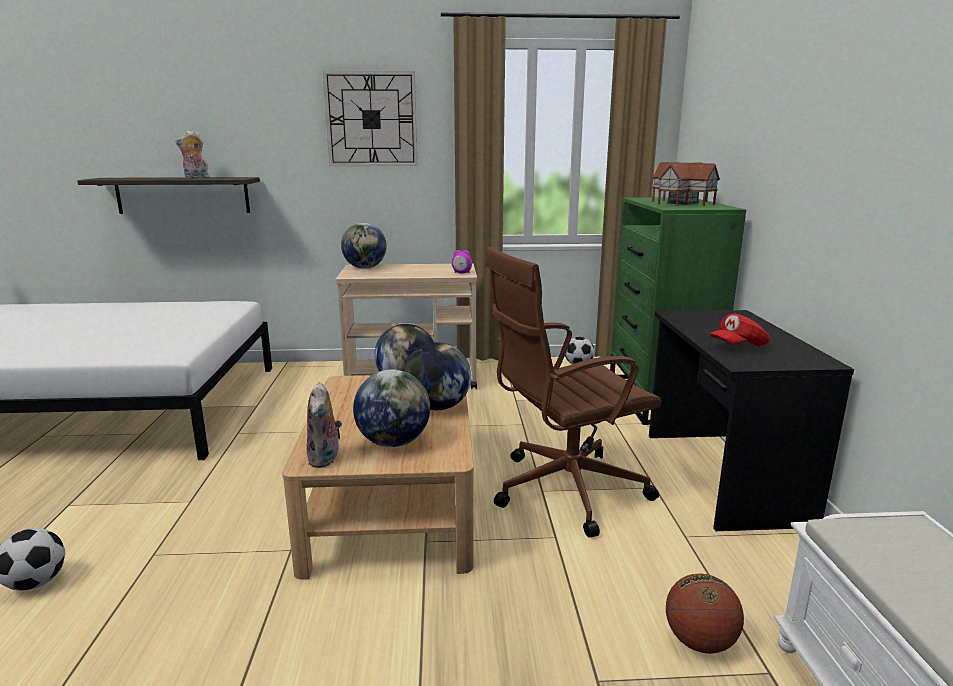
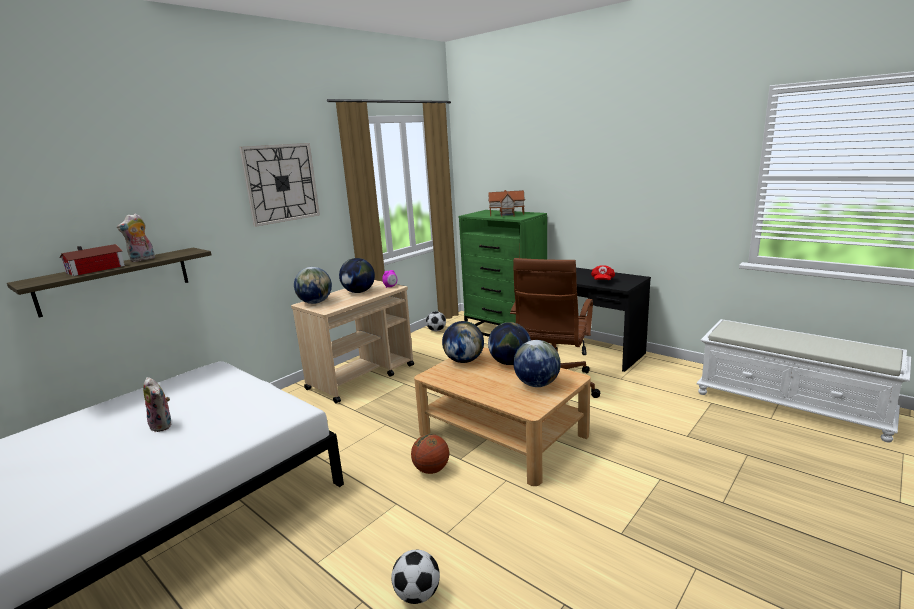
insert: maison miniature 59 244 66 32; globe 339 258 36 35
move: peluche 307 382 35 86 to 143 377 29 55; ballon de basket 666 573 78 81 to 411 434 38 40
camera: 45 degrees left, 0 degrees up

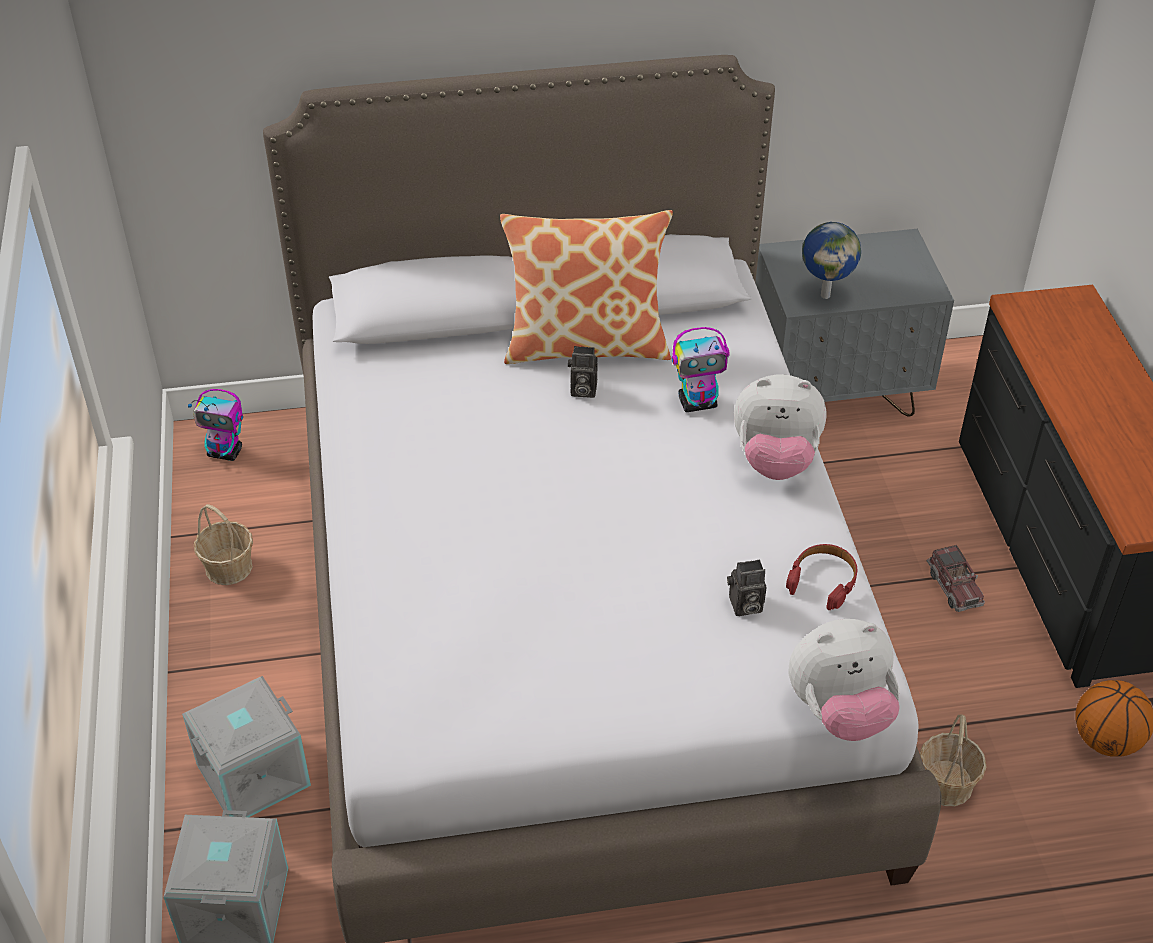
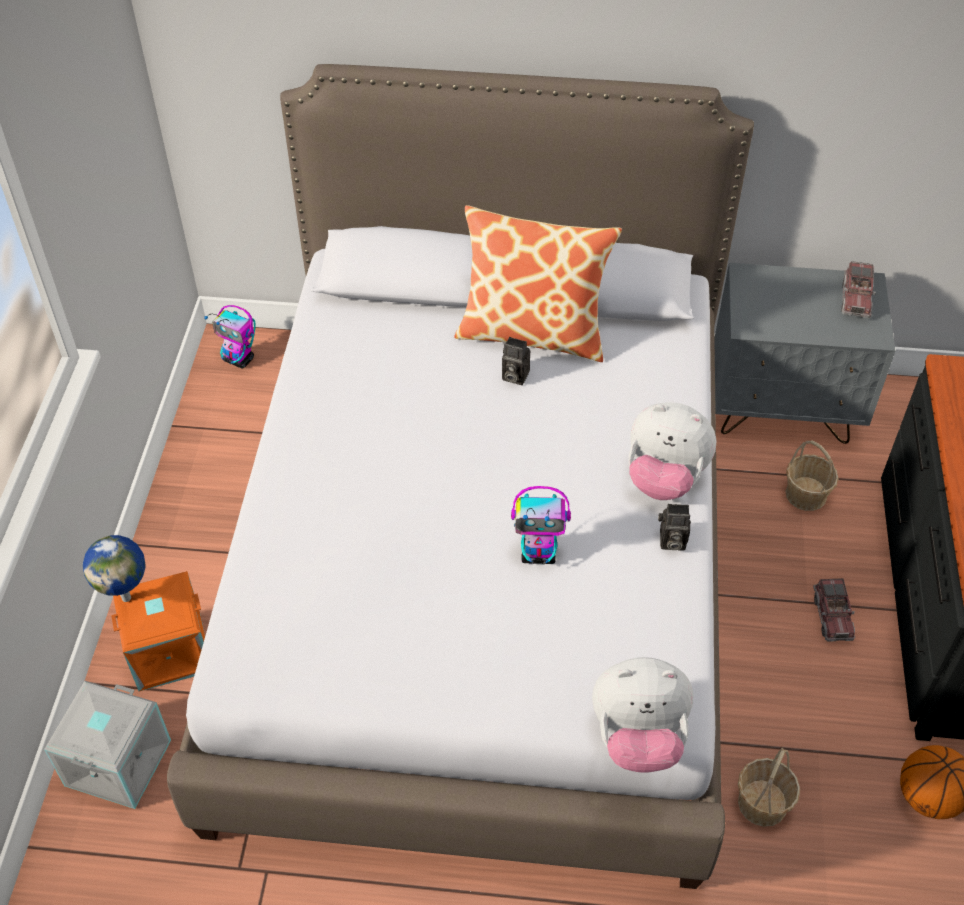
delete: casque audio (rouge) 786 544 71 66
insert: camion jouet 841 261 35 57
move: panier 194 504 59 81 to 785 440 54 71; robot jouet 672 327 58 85 to 511 486 60 79; appareil photo 727 559 39 57 to 658 504 33 47; globe 802 222 59 77 to 83 535 63 67
recolor: boîte de rangement (gris) 182 676 129 141 to boîte de rangement (orange) 111 571 94 120
camera: 15 degrees right, 5 degrees up

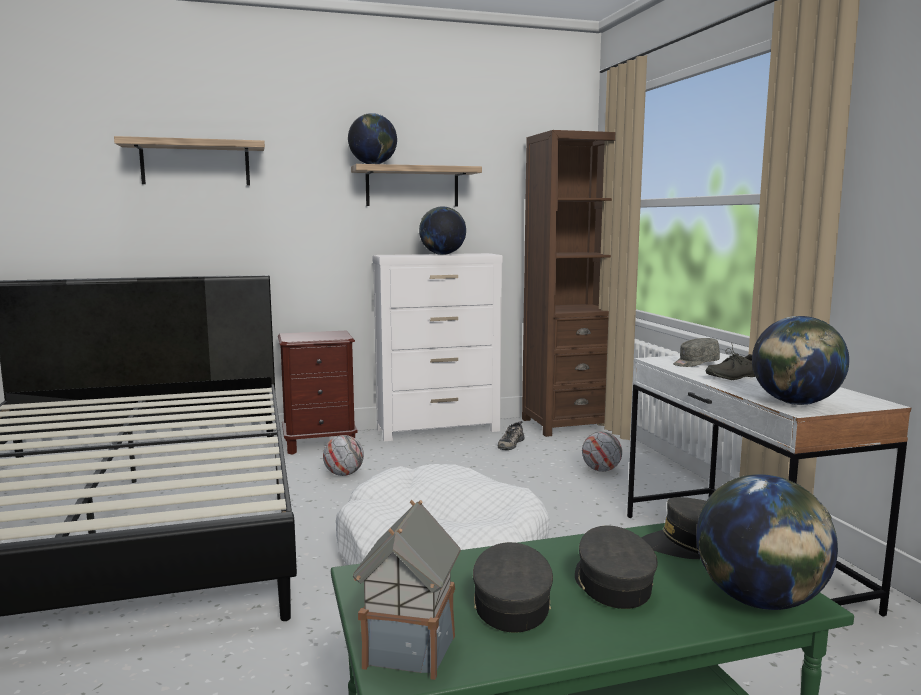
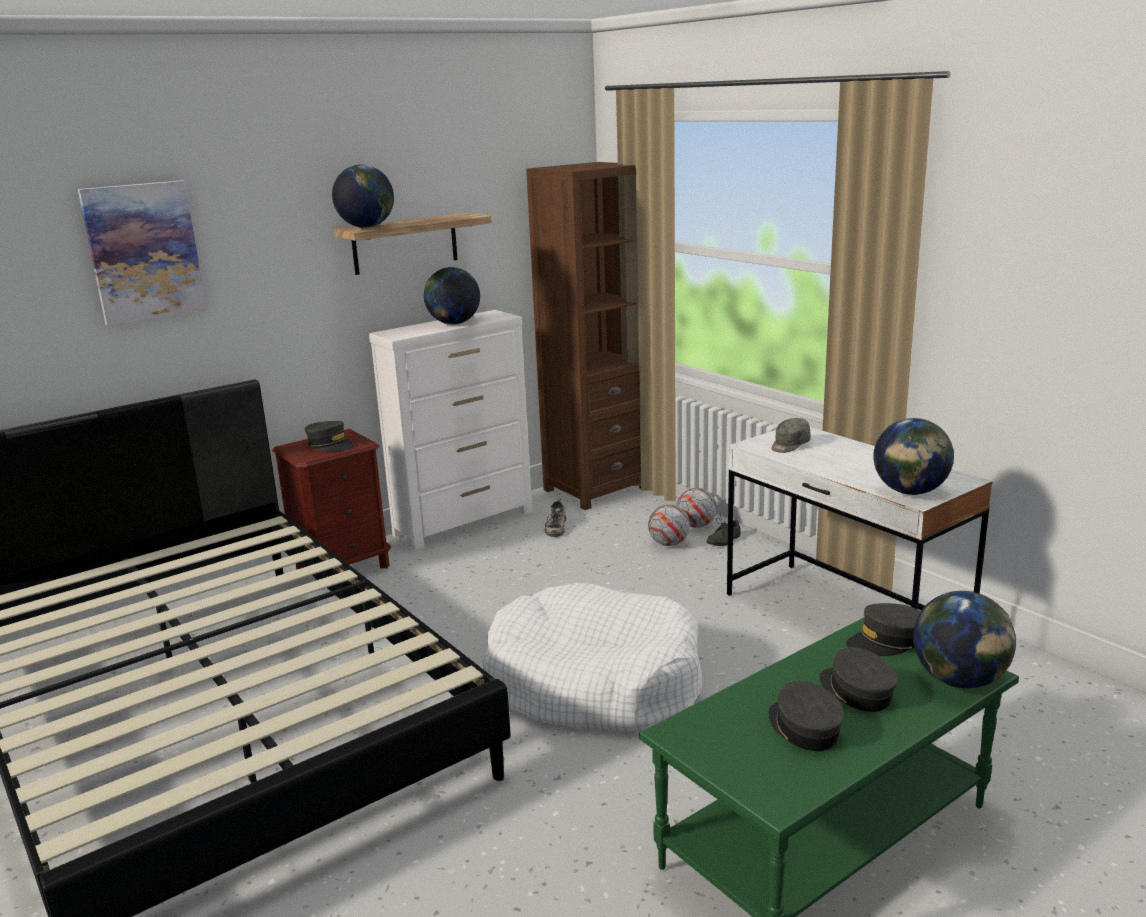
delete: maison miniature 353 500 108 180
insert: casquette (gris) 305 421 49 30
move: ballon de foot 323 435 41 41 to 677 488 40 40; chaussure (gris) 706 345 50 35 to 706 515 35 31
replace: étagère 114 136 151 50 to tableau 78 180 129 145
camera: 20 degrees left, 10 degrees up

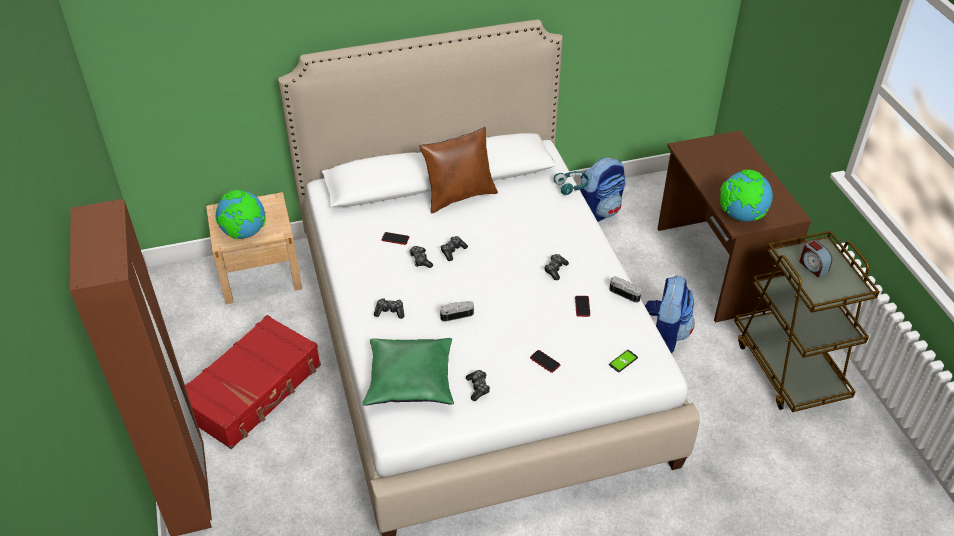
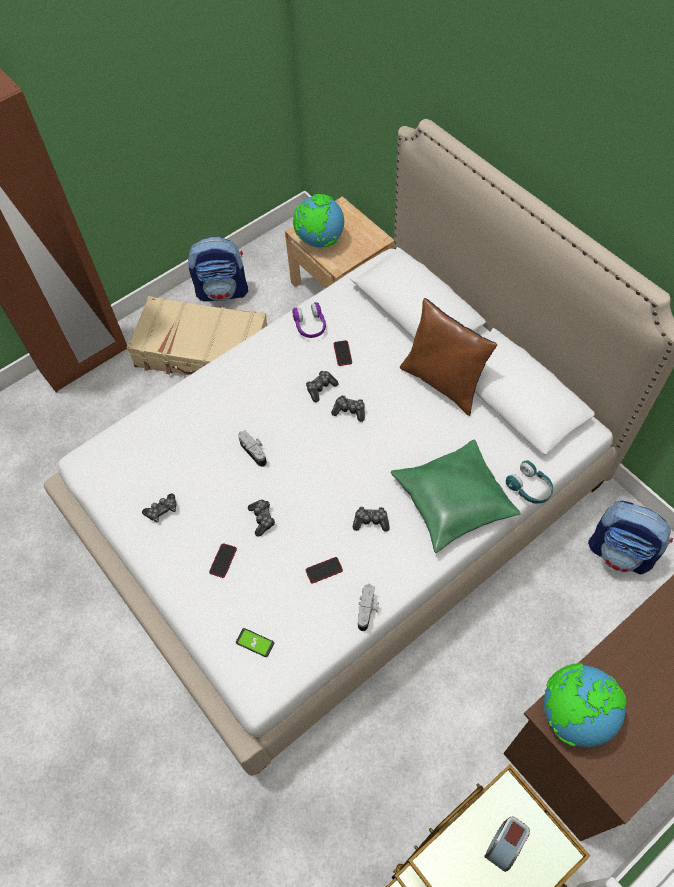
insert: casque audio (violet) 292 302 34 36
move: coussin (vert) 363 338 91 68 to 391 440 130 113; manette 374 298 30 21 to 248 500 27 36; sac à dos 645 275 50 78 to 188 237 60 65
recolor: valise (rouge) 185 315 136 134 to valise (beige) 127 296 140 79
camera: 70 degrees right, 15 degrees up

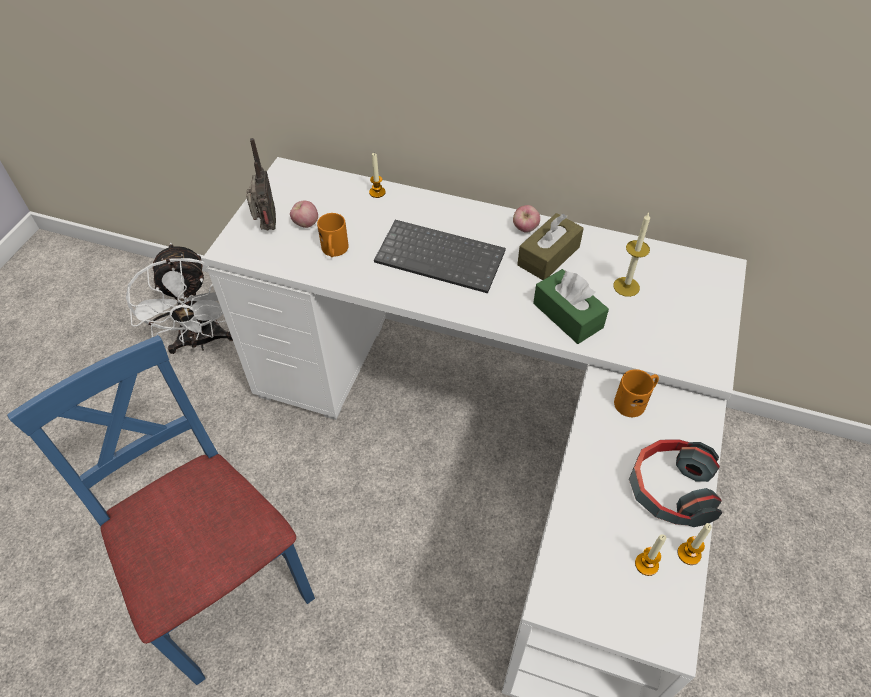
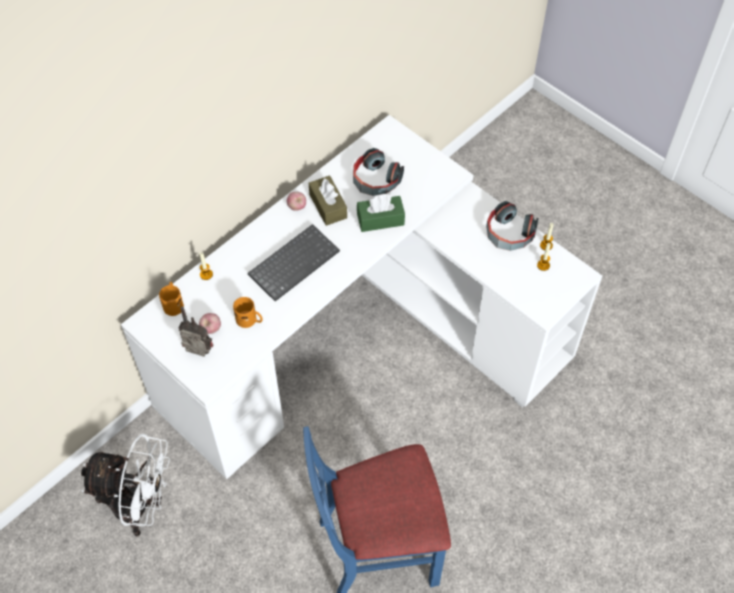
move: mug (orange) 614 369 45 48 to 159 282 25 34
replace: bougie 613 213 37 84 to casque audio 353 148 51 48
camera: 65 degrees left, 5 degrees up

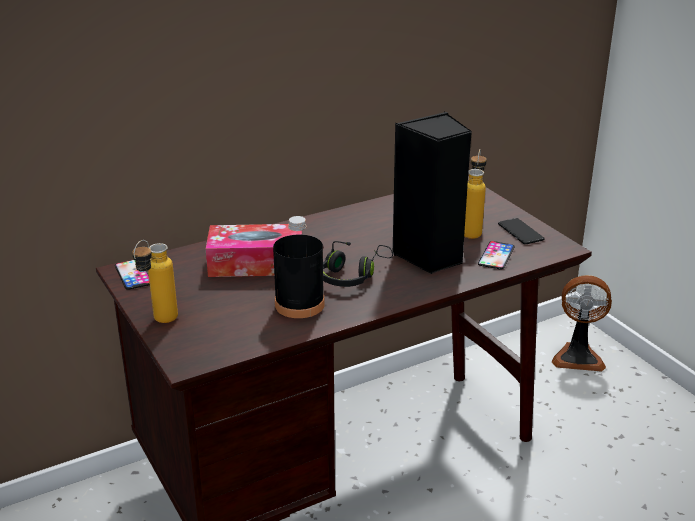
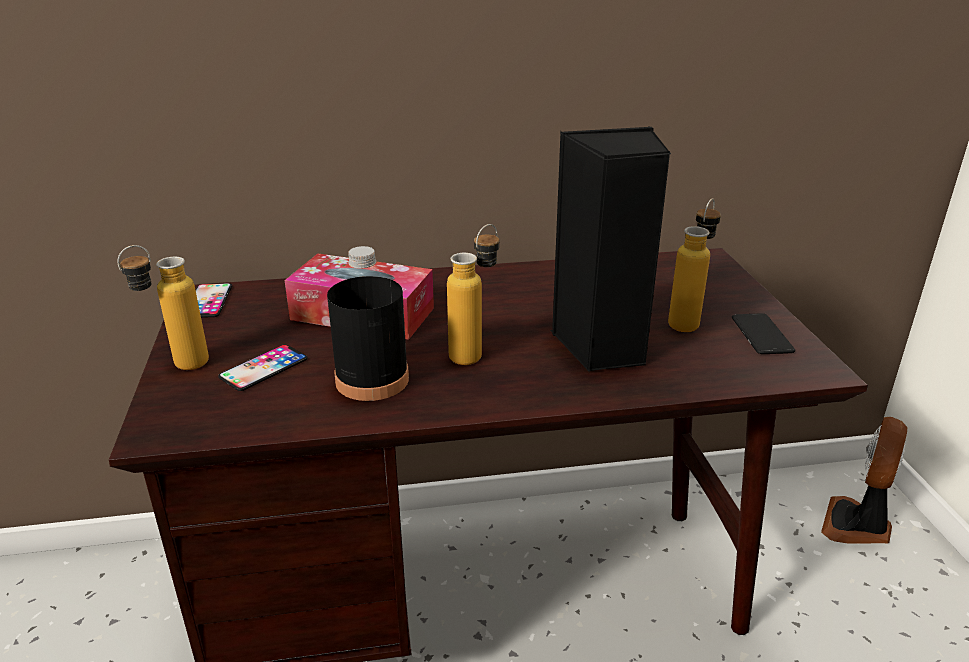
move: téléphone 478 241 36 29 to 218 345 90 46
replace: casque audio (noir) 323 241 70 46 to bouteille 447 224 52 141
rotate: ventilateur 552 275 60 97 = 821 417 87 127 90 degrees clockwise
camera: 20 degrees right, 0 degrees up

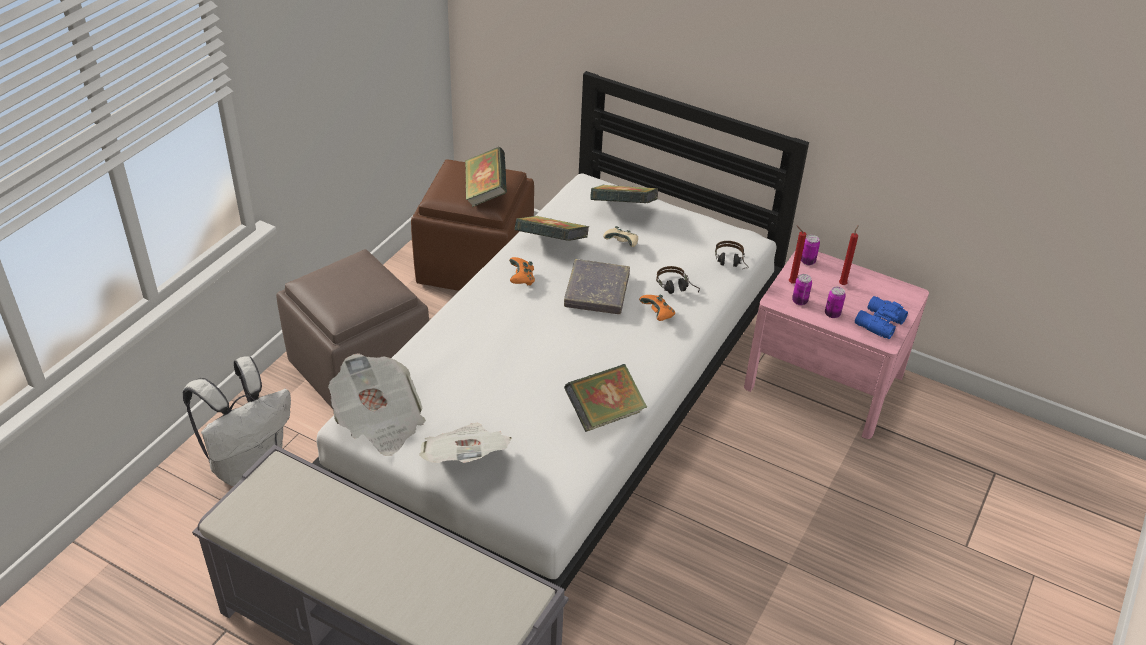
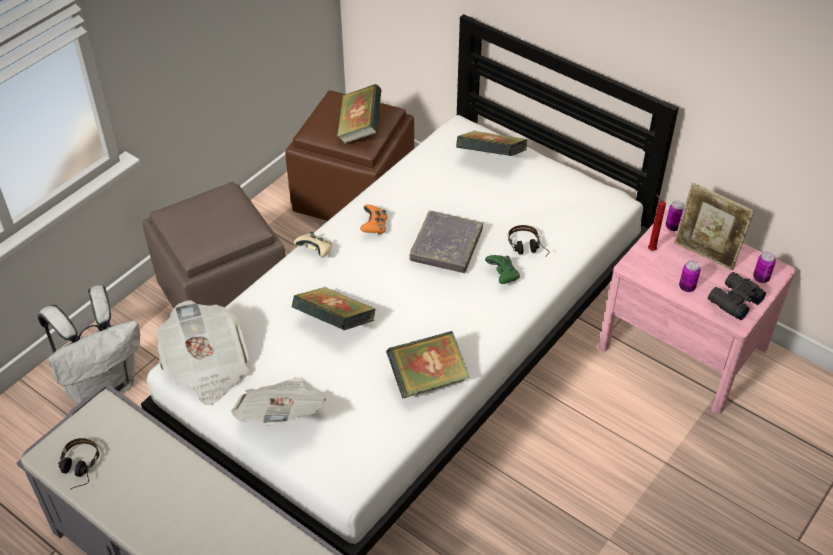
move: livre 515 216 74 25 to 292 287 84 43; manette (beige) 603 226 35 21 to 294 232 39 25; casque audio 715 241 34 28 to 58 438 41 51; boîte métallique 792 274 20 31 to 753 252 23 31
replace: bougie (rouge) 839 225 20 60 to cadre photo 674 183 80 87
recolor: manette (orange) 639 294 36 27 to manette (vert) 485 255 35 29; jumelles (bleu) 855 296 53 43 to jumelles (noir) 708 272 58 48
camera: 10 degrees right, 5 degrees up

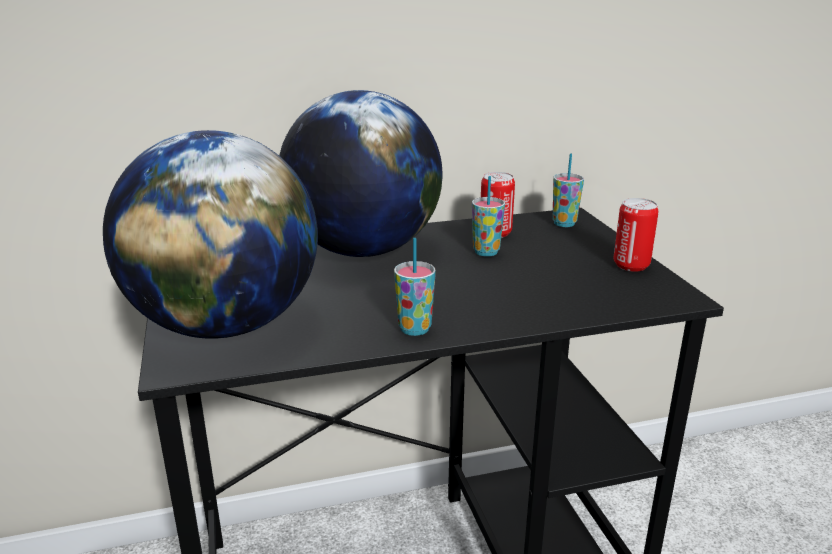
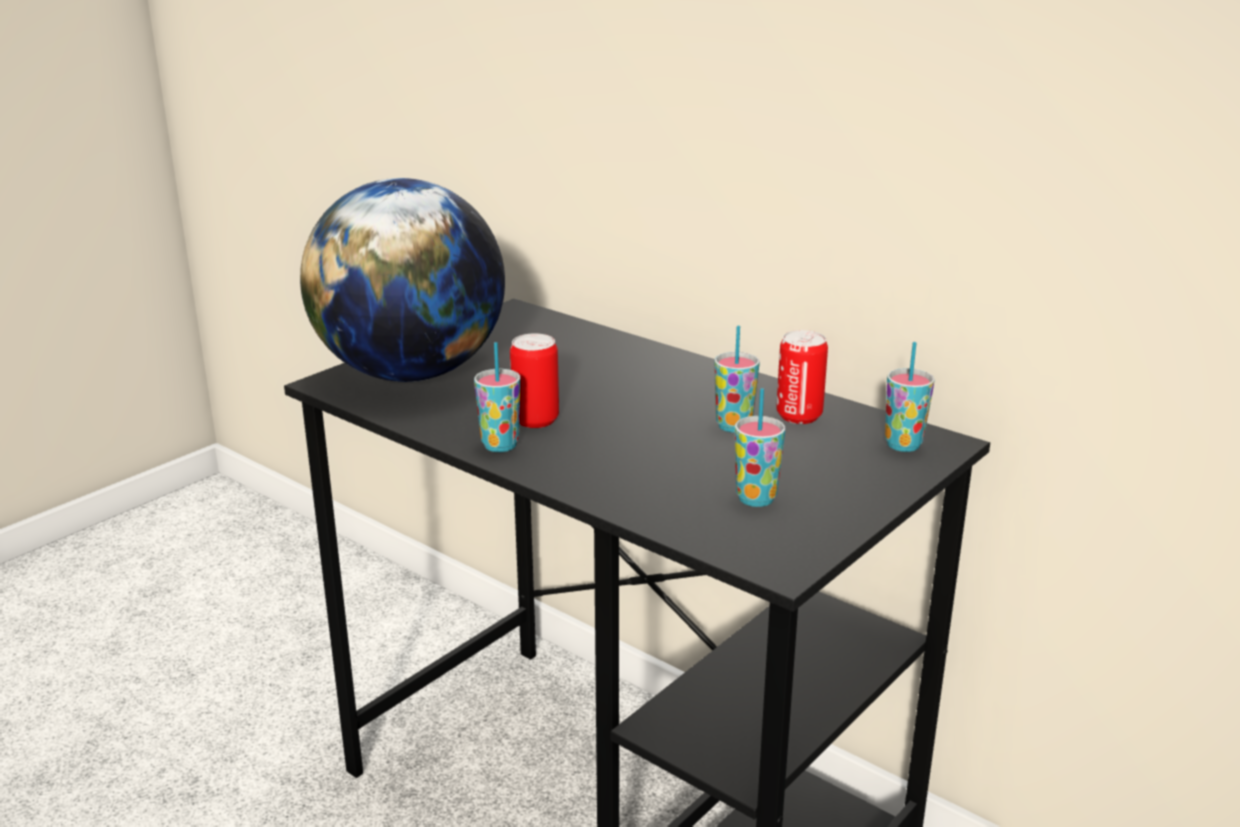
delete: globe 279 90 164 167
insert: tasse 735 388 50 119
move: boîte métallique 614 198 44 74 to 510 333 49 95
camera: 55 degrees right, 0 degrees up

